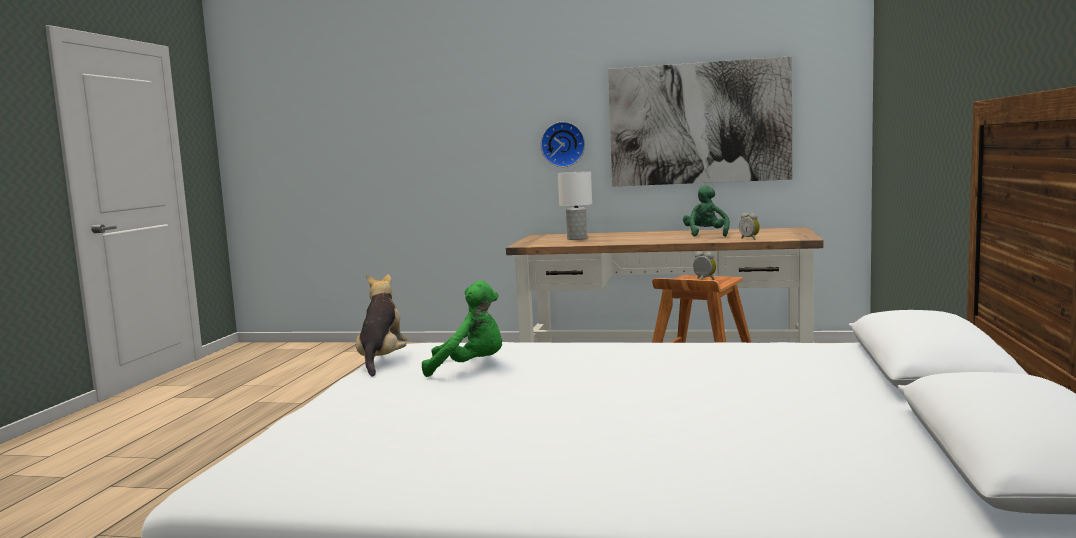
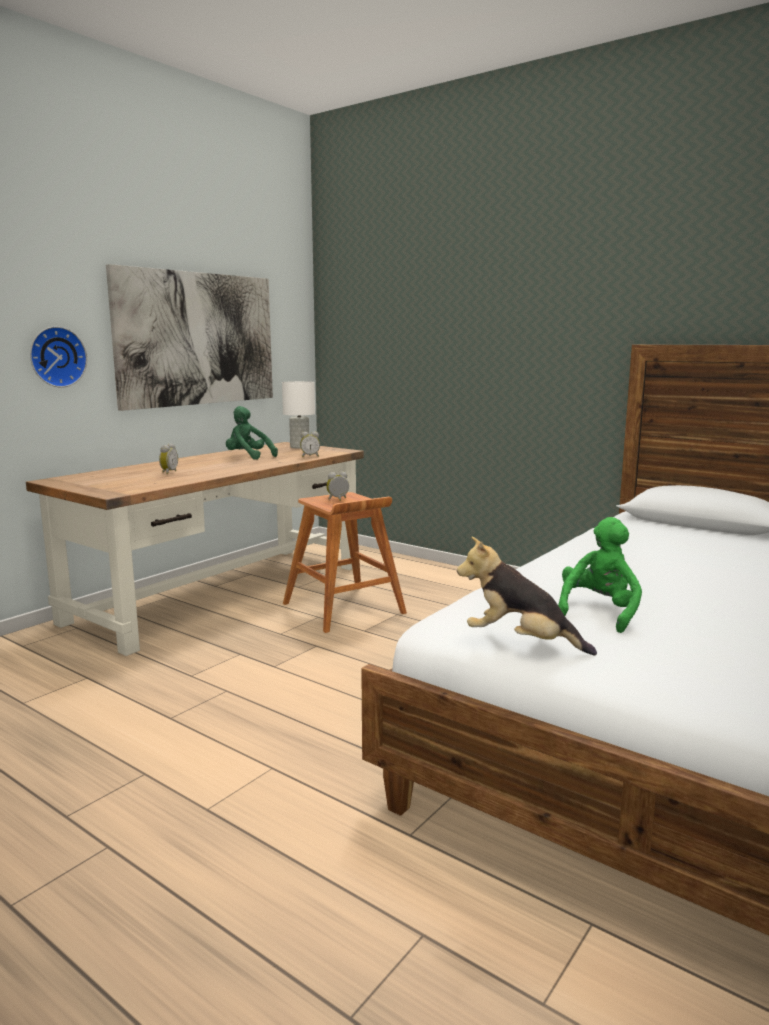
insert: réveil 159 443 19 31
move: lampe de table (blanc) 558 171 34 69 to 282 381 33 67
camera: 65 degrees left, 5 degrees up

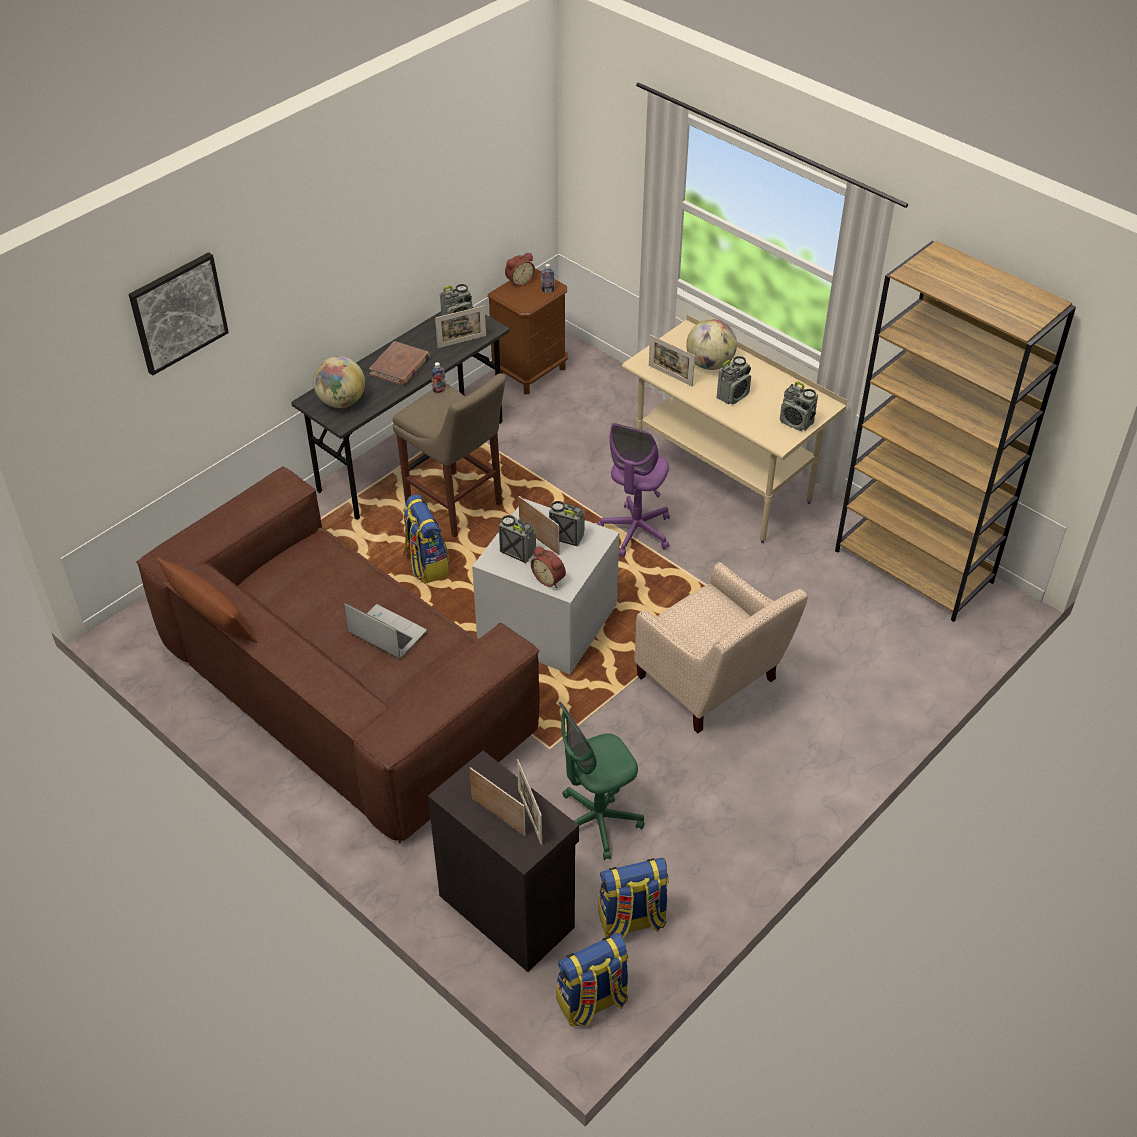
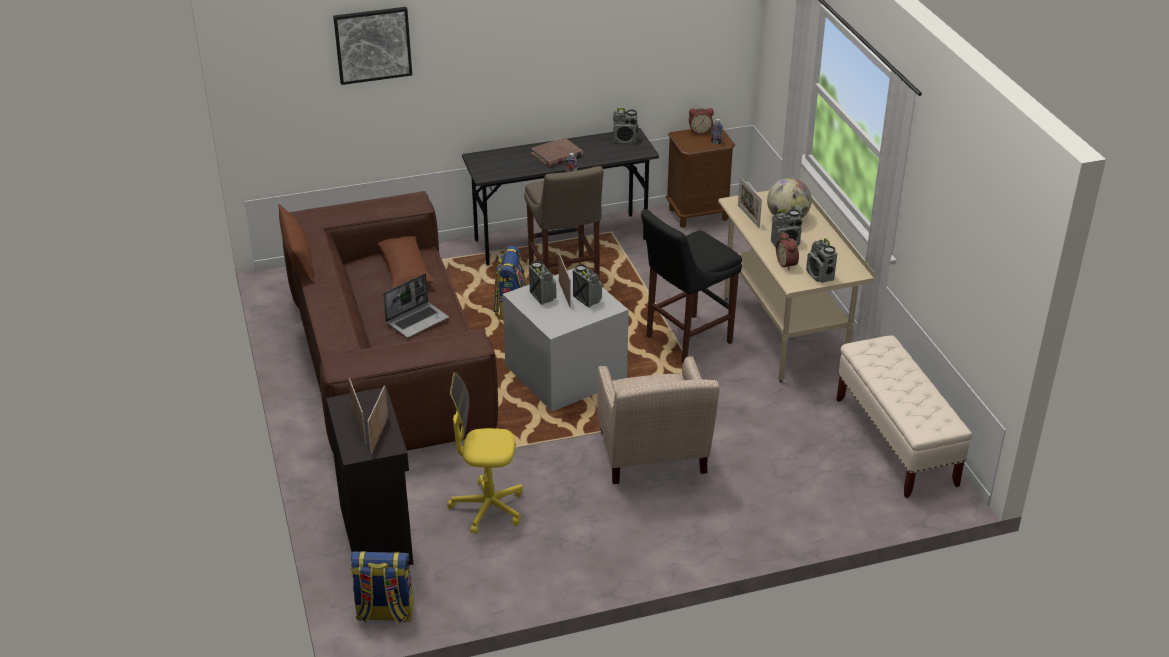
delete: globe 313 356 52 52; cadre photo 435 305 51 43; sac à dos 598 857 71 81
insert: coussin (marron) 377 236 58 53
move: réveil 531 546 35 42 to 776 232 23 38
replace: chaise de bureau (violet) 597 423 73 134 to tabouret (noir) 641 209 101 154; bibliothèque (marron) 835 241 241 381 to banc (beige) 836 335 137 163
recolor: chaise de bureau (vert) 558 702 86 158 to chaise de bureau (jaune) 447 372 76 162
rotate: ordinateur portable 344 603 83 56 = 383 274 66 64 75 degrees clockwise
camera: 30 degrees right, 10 degrees down

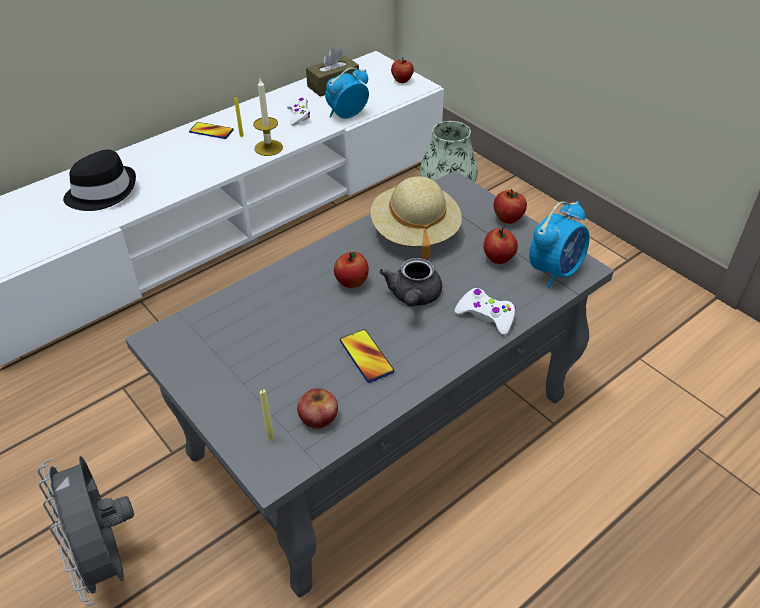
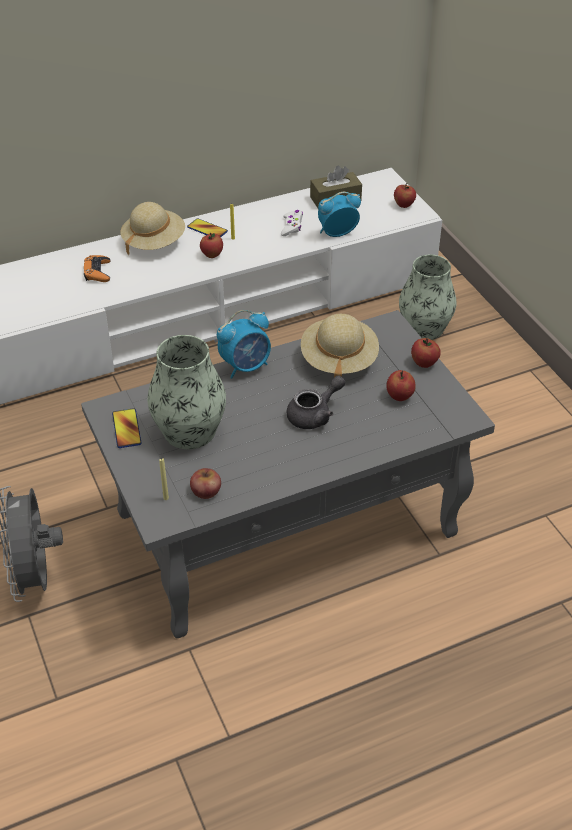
delete: bougie 253 79 30 77; manette (blanc) 455 288 61 47
insert: chapeau (beige) 120 202 65 54; vase 147 335 79 114
move: pomme 334 252 35 36 to 200 233 23 25; téléphone 340 329 54 54 to 112 408 29 40; réveil 529 201 60 87 to 217 310 54 69
replace: chapeau (noir) 63 150 73 61 to manette (orange) 84 255 27 27
rotate: théière (gris) 379 258 63 49 = 287 375 58 54 150 degrees counterclockwise
camera: 15 degrees right, 0 degrees up

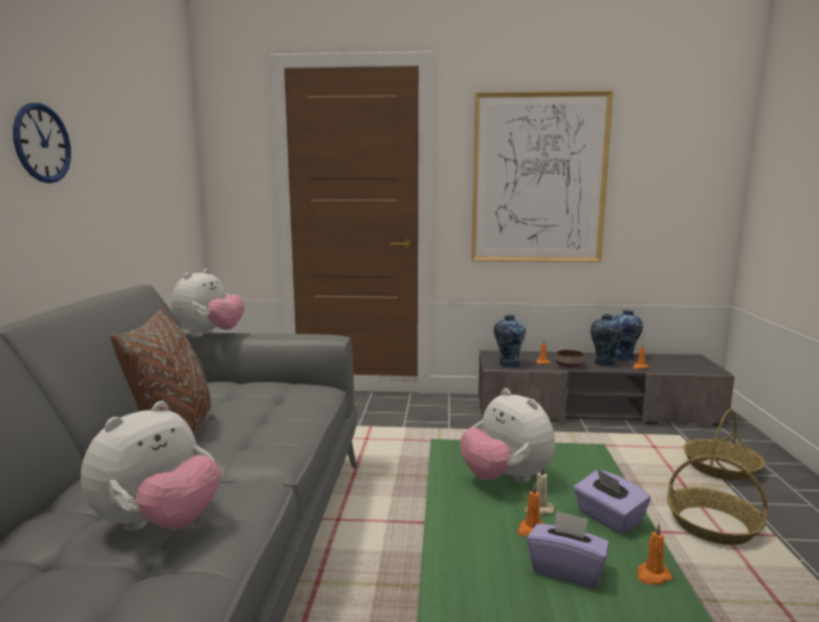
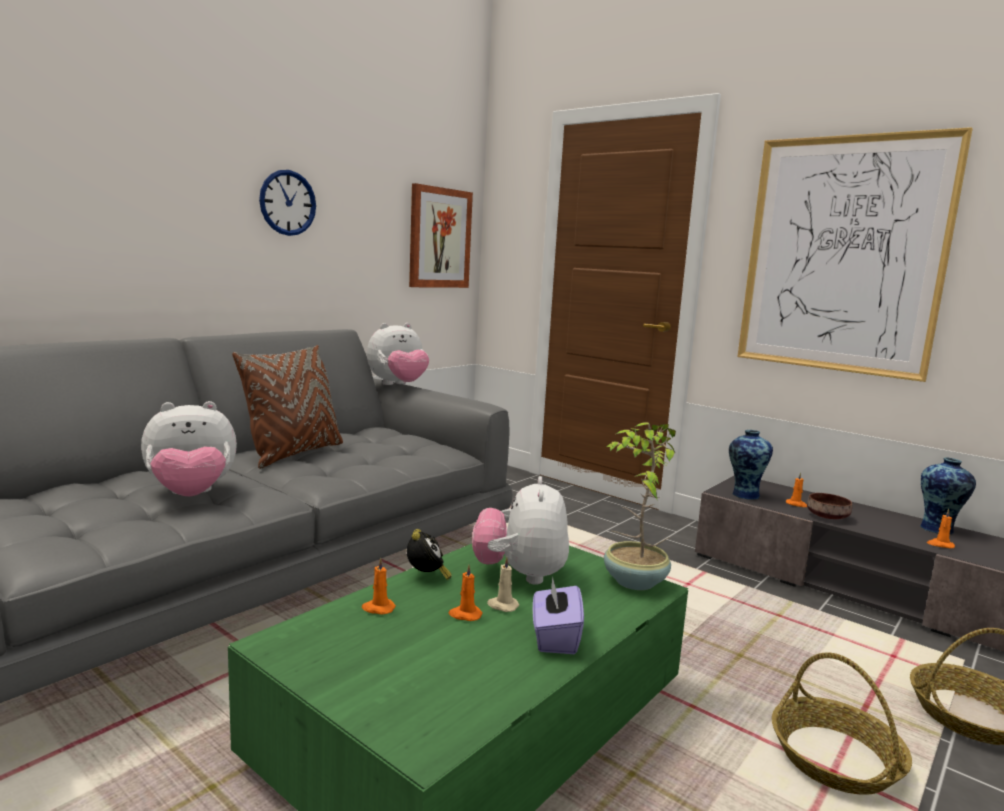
delete: boîte à mouchoirs (violet) 527 510 82 78; vase 590 314 33 53
insert: réveil 407 529 45 51; tableau 409 183 64 105; plante en pot 604 422 72 168
move: bougie (orange) 637 524 35 61 to 362 557 34 58
camera: 35 degrees right, 0 degrees up

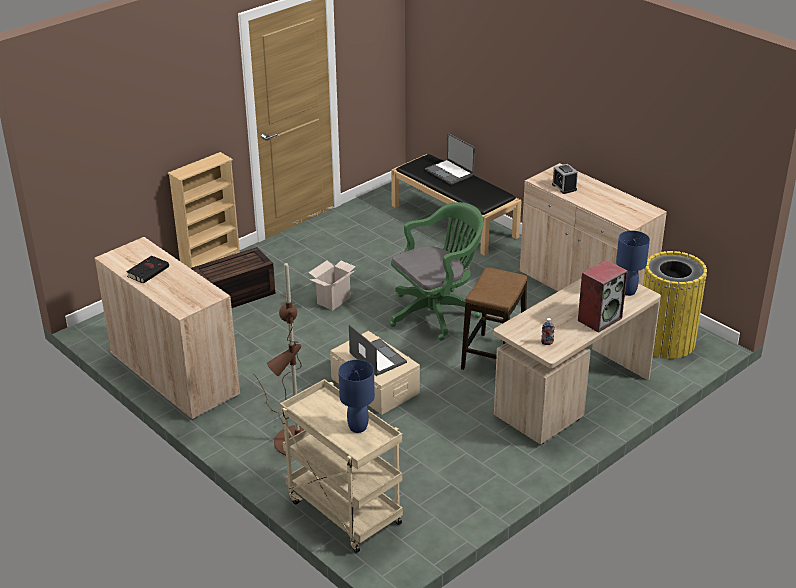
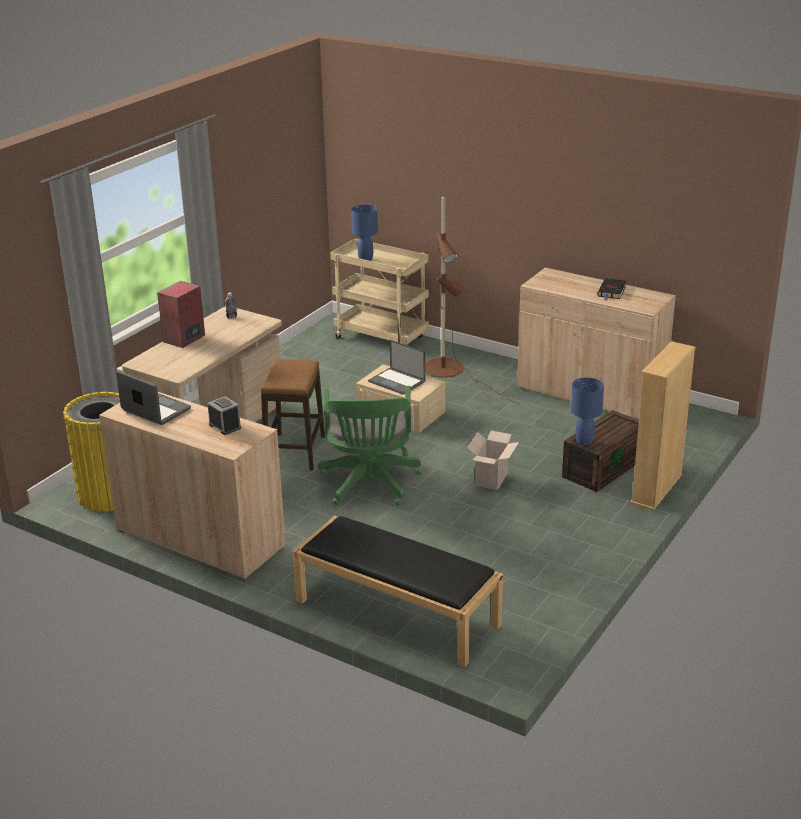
move: ordinateur portable 425 133 50 52 to 116 371 75 54; lampe de table (bleu) 616 231 34 65 to 571 378 33 67
rotate: chaise de bureau (vert) 390 202 93 139 = 318 386 104 120 45 degrees counterclockwise
camera: 165 degrees right, 5 degrees down

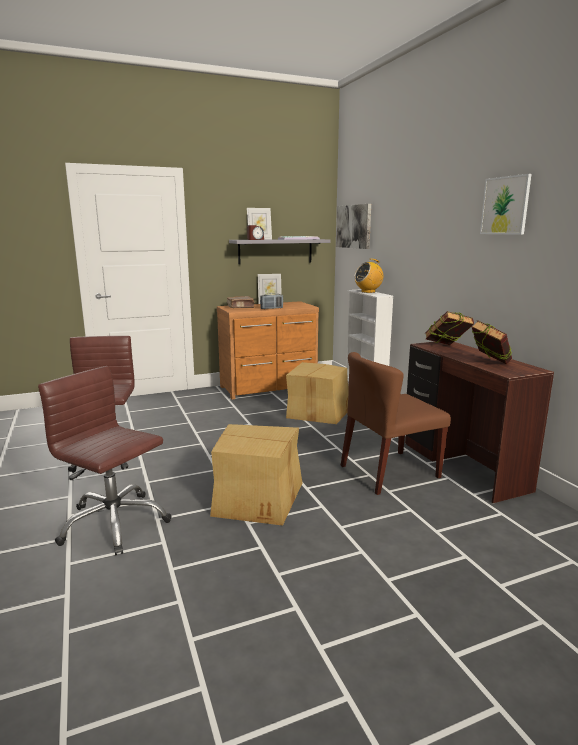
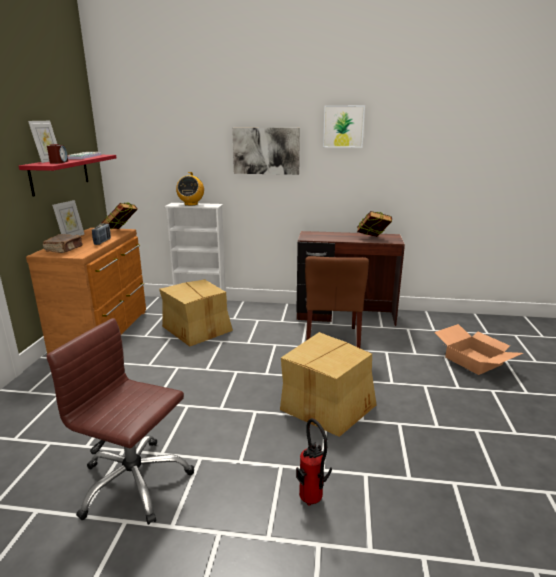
insert: carton 434 324 89 51
move: tableau 336 204 35 45 to 232 128 68 47; livre 425 311 49 34 to 101 202 37 27
replace: chaise de bureau (marron) 38 366 134 189 to extincteur 296 418 36 88
recolor: étagère (gris) 229 239 102 26 to étagère (rouge) 19 155 98 42
camera: 60 degrees left, 5 degrees up

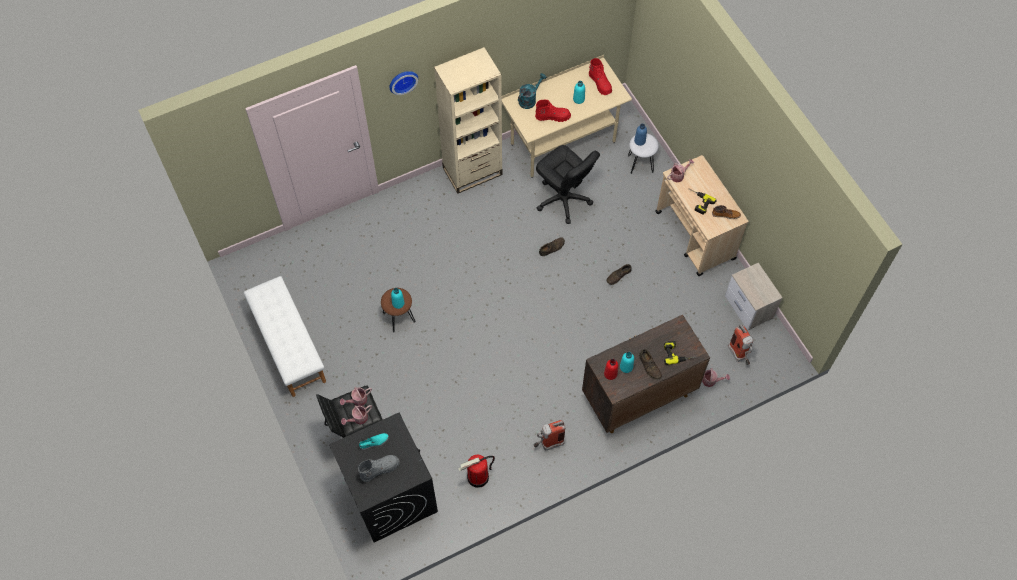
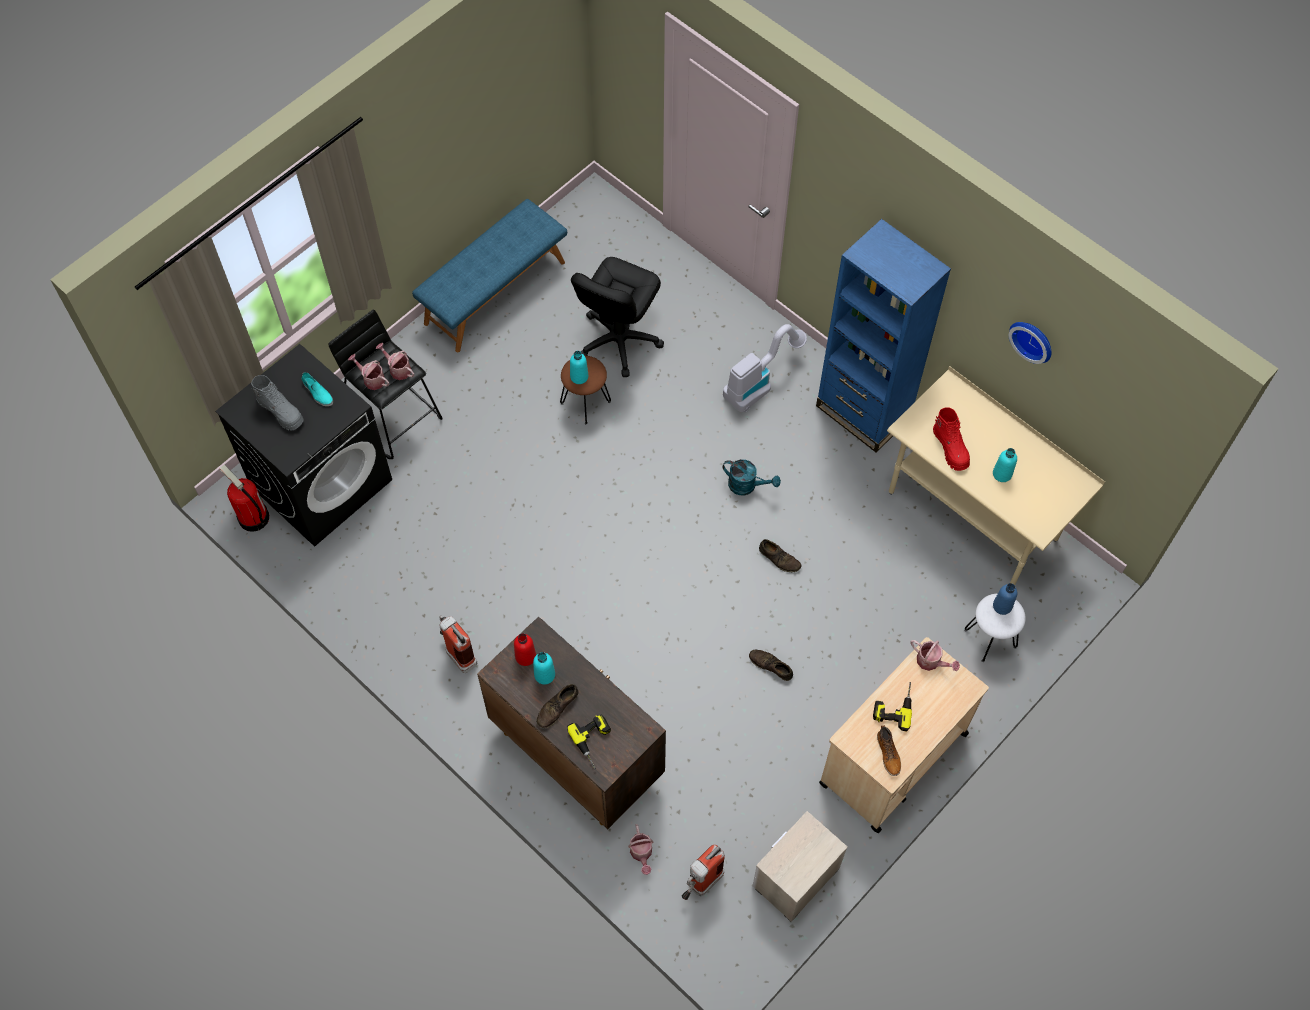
delete: botte (rouge) 589 58 23 37
insert: aspirateur 723 324 84 88
move: horloge murale 389 71 29 24 to 1009 322 43 42; extincteur 458 455 37 33 to 220 465 49 67; arrosoir (turquoise) 518 73 29 36 to 723 459 58 36; chaise de bureau (noir) 536 145 64 79 to 571 257 93 120
recolor: banc (blanc) 243 276 83 121 to banc (bleu) 412 199 155 153; bibliothèque (beige) 434 47 68 147 to bibliothèque (bleu) 816 219 135 234
camera: 70 degrees right, 0 degrees up

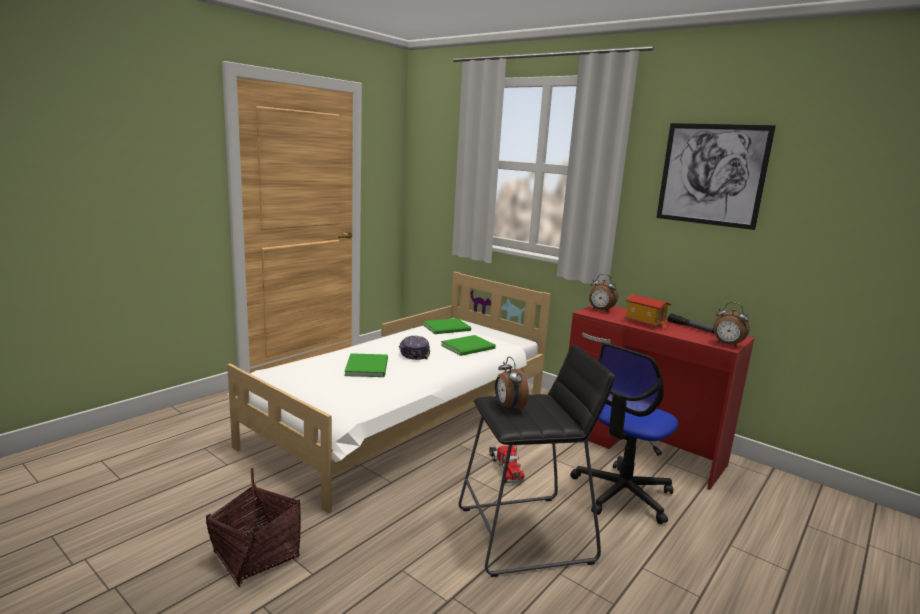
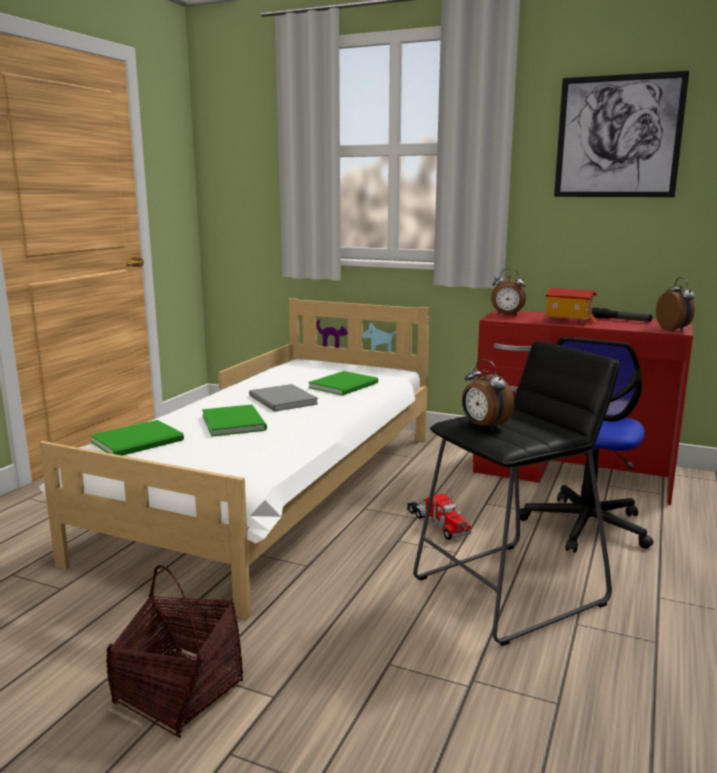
move: livre (vert) 423 318 48 16 to 90 420 94 36
replace: casquette 399 336 31 24 to livre (gris) 249 384 69 28
rotate: réveil 713 302 37 45 = 656 278 39 54 120 degrees counterclockwise
camera: 15 degrees left, 0 degrees up

